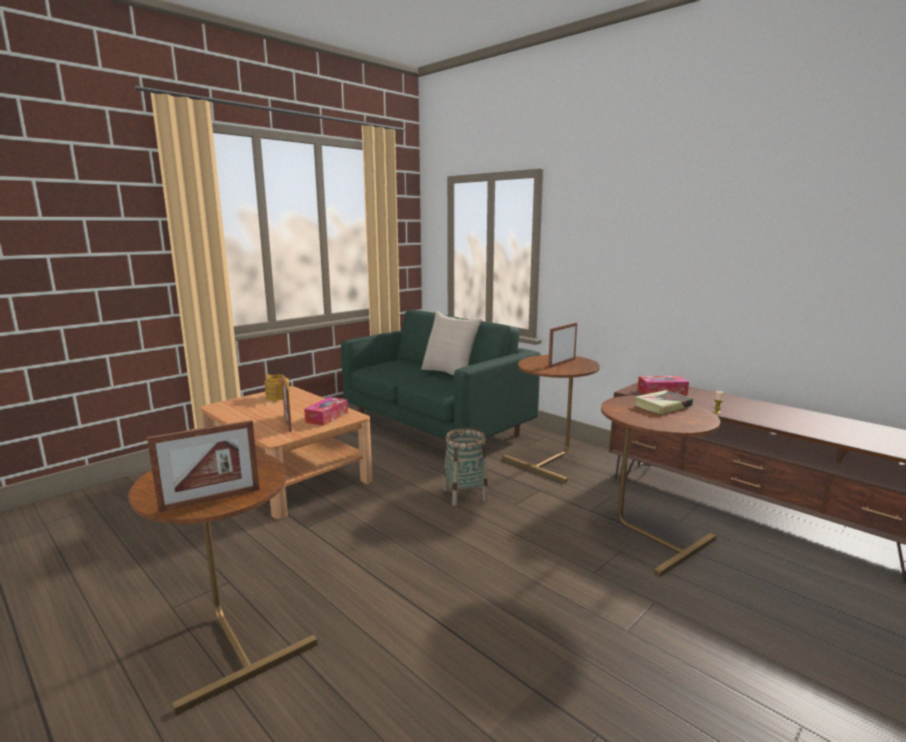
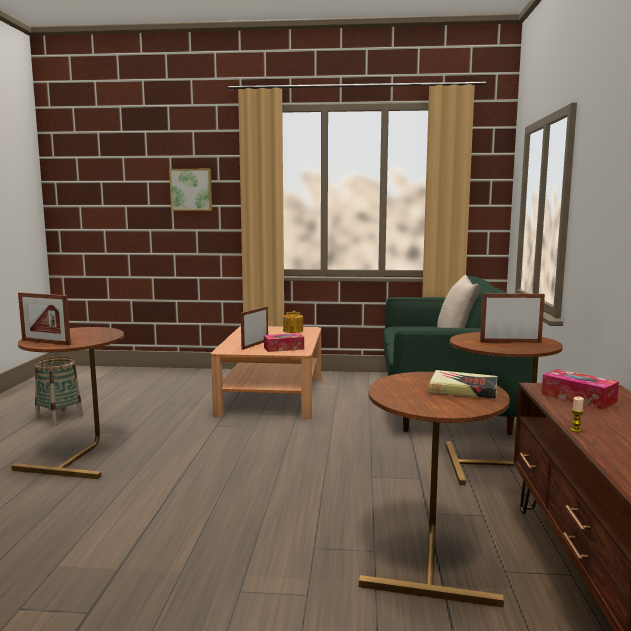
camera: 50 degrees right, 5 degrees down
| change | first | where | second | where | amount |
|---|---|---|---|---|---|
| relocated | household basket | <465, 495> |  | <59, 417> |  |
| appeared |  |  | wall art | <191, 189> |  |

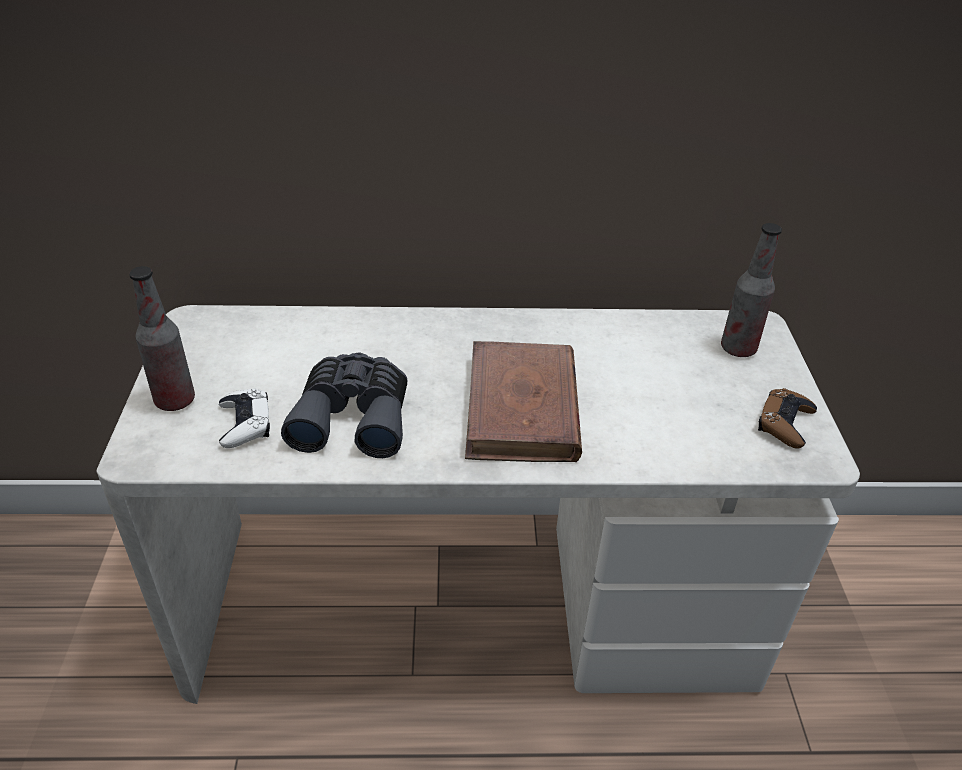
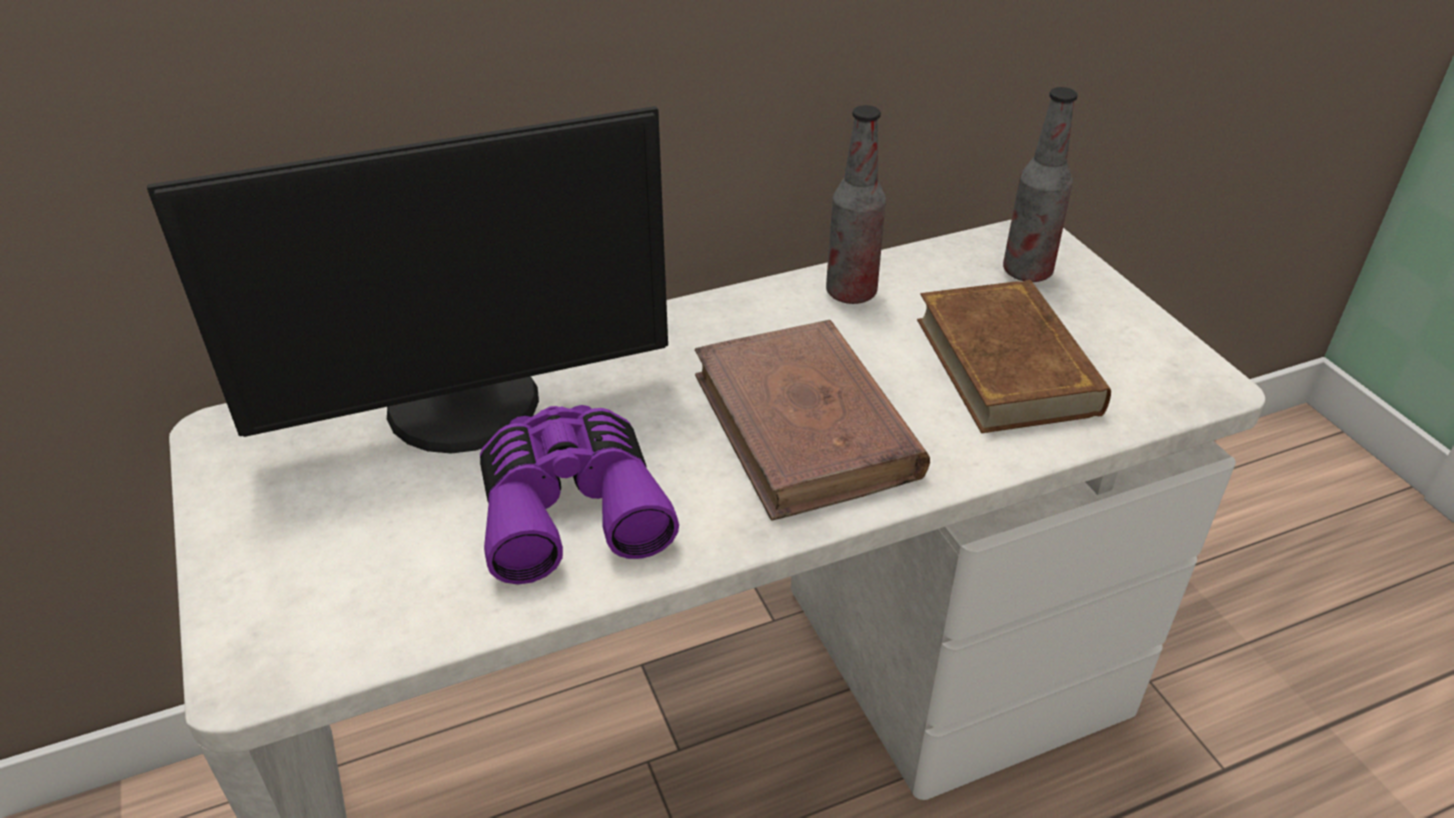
camera: 20 degrees left, 0 degrees up
| change | first | where | second | where | amount |
|---|---|---|---|---|---|
| relocated | beverage bottle | <175, 400> |  | <851, 293> |  |
| colour | greyish pair of binoculars | <353, 417> | purple-coloured pair of binoculars | <571, 507> |  |
| missing | white game controller | <245, 423> |  |  |  |
| missing | brown game controller | <785, 423> |  |  |  |
| appeared |  |  | monitor | <465, 408> |  |
| appeared |  |  | brown volume | <1007, 364> |  |

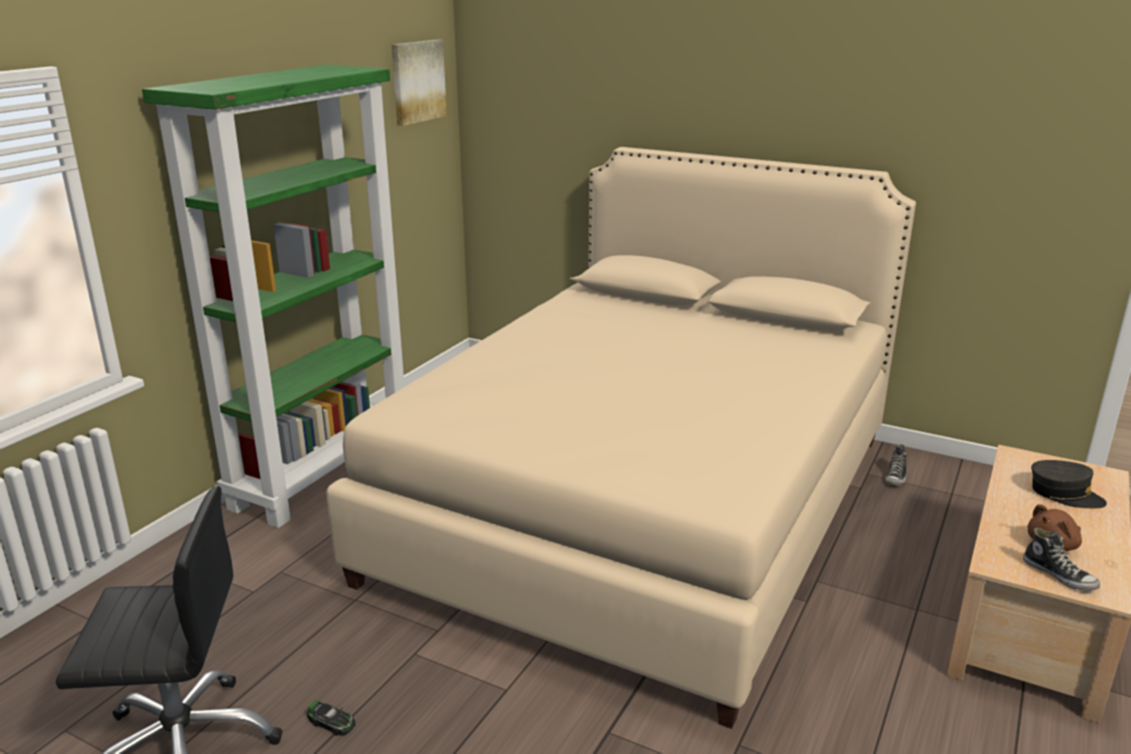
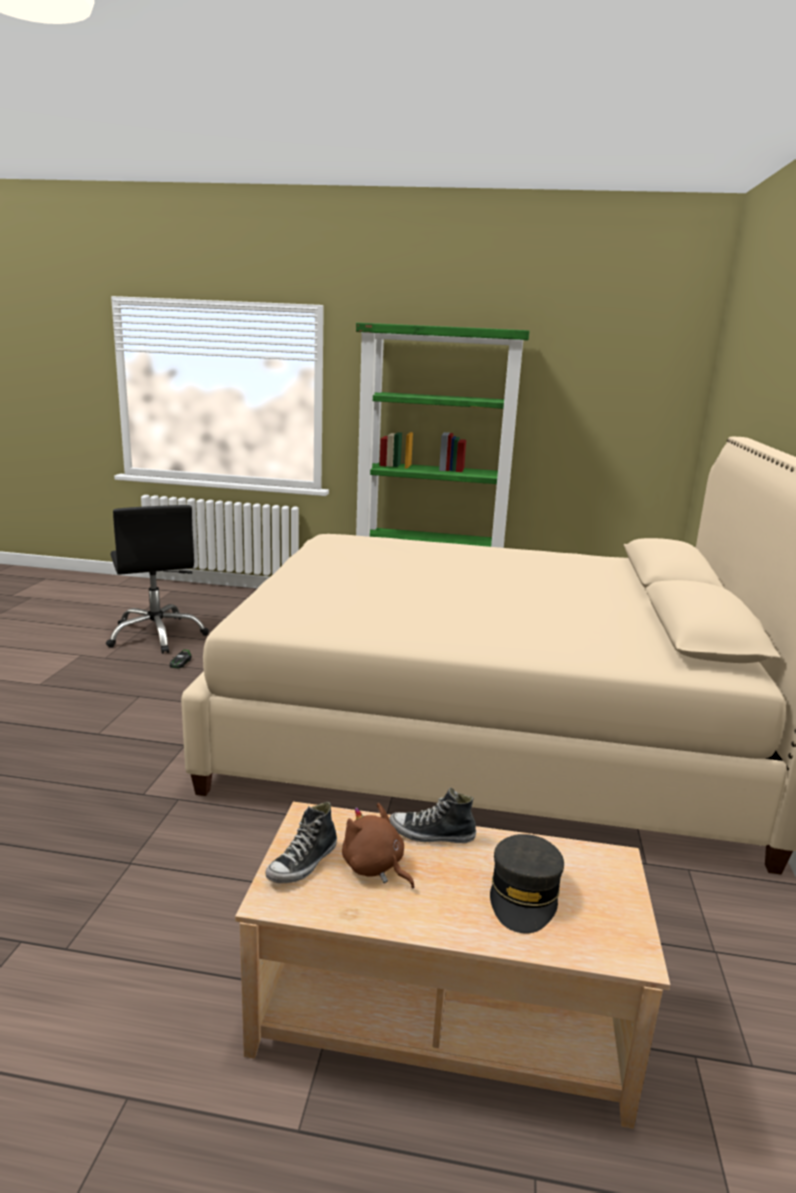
camera: 70 degrees right, 5 degrees down
| change | first | where | second | where | amount |
|---|---|---|---|---|---|
| missing | wall art | <417, 81> |  |  |  |
| relocated | low shoe | <896, 477> |  | <431, 834> |  |

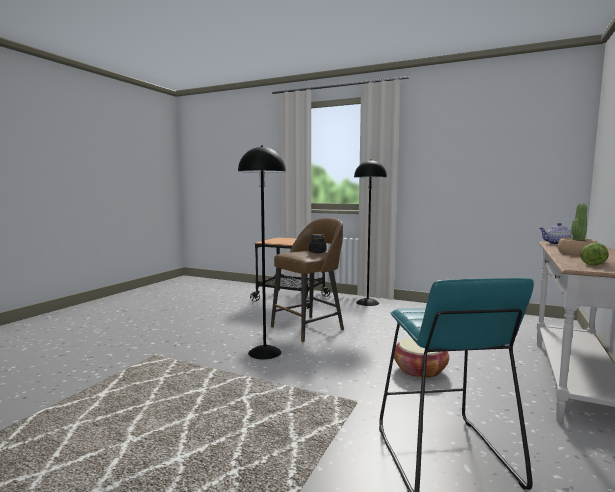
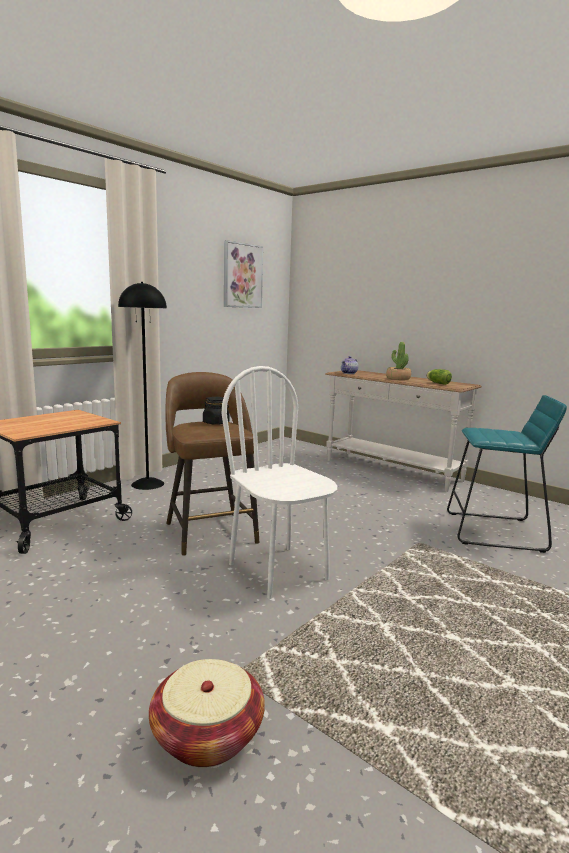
camera: 75 degrees left, 5 degrees up
| change | first | where | second | where | amount |
|---|---|---|---|---|---|
| exchanged | black standing lamp | <265, 352> | white chair | <279, 571> |  |
| relocated | household basket | <419, 370> |  | <207, 735> |  |
| appeared |  |  | wall art | <242, 276> |  |

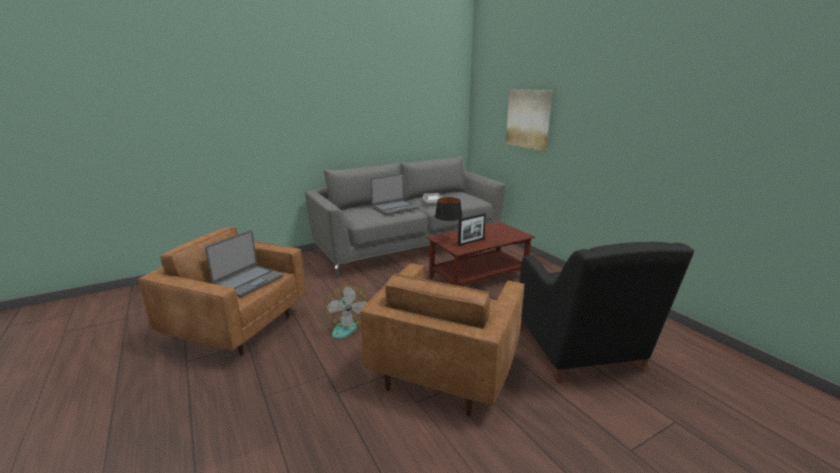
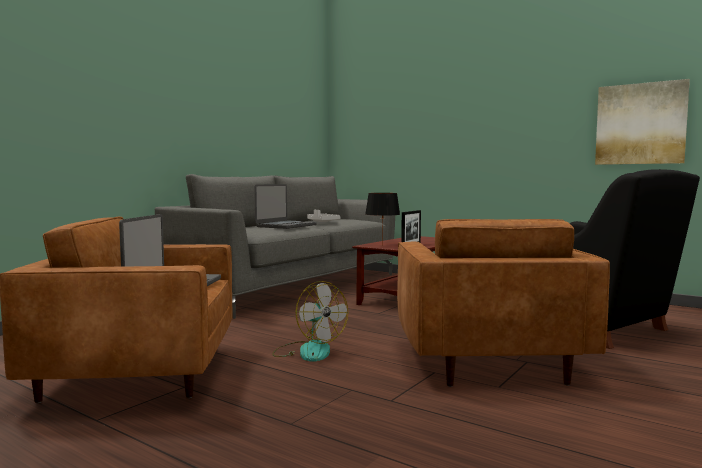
camera: 25 degrees left, 15 degrees down
| change | first | where | second | where | amount |
|---|---|---|---|---|---|
| relocated | wall art | <528, 119> |  | <640, 124> |  |

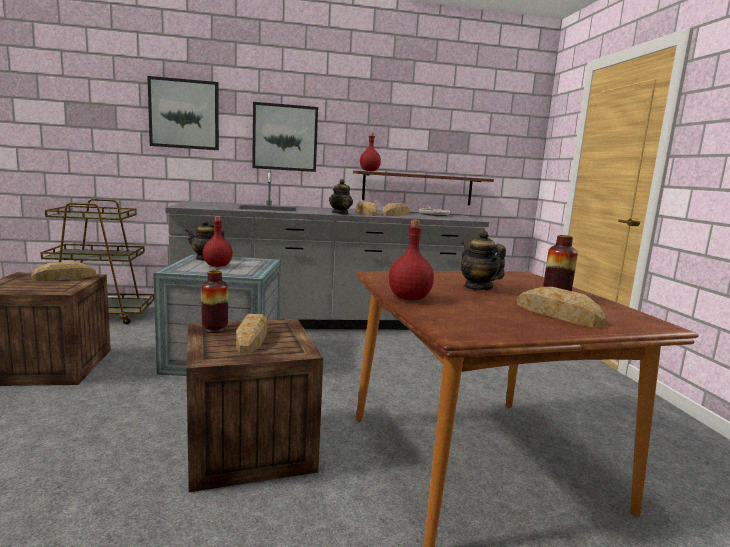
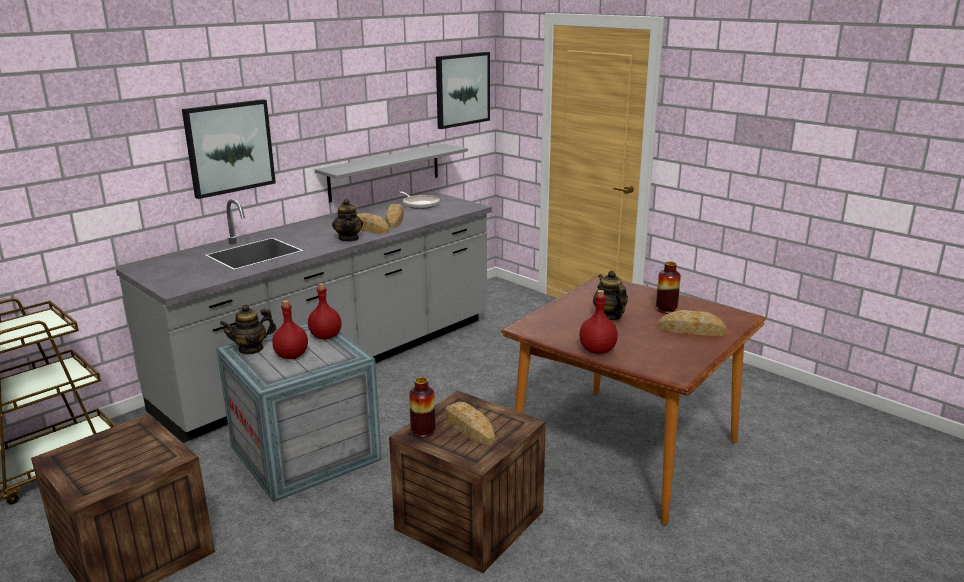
camera: 35 degrees left, 10 degrees up
| change | first | where | second | where | amount |
|---|---|---|---|---|---|
| relocated | wall art | <184, 114> |  | <462, 89> |  |
| relocated | red-coloured beverage bottle | <370, 171> |  | <326, 336> |  |
| colour | brown bracket shelf | <418, 188> | greyish bracket shelf | <385, 172> |  |
| spun | pot for tea | <478, 287> |  | <609, 316> | 45 degrees clockwise |
| missing | bread | <65, 277> |  |  |  |

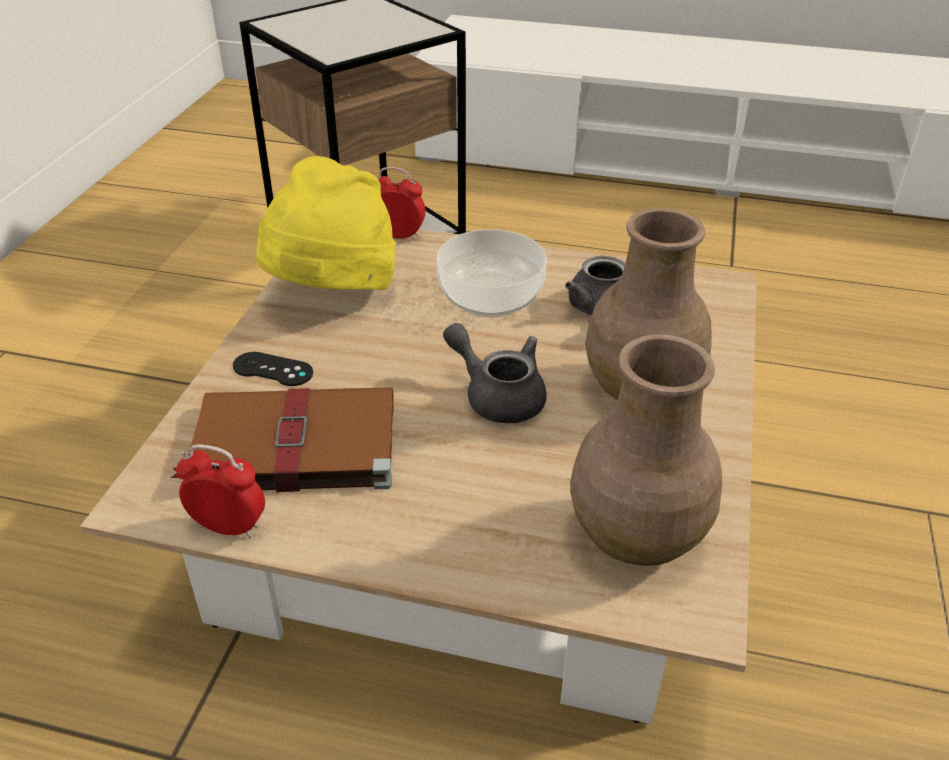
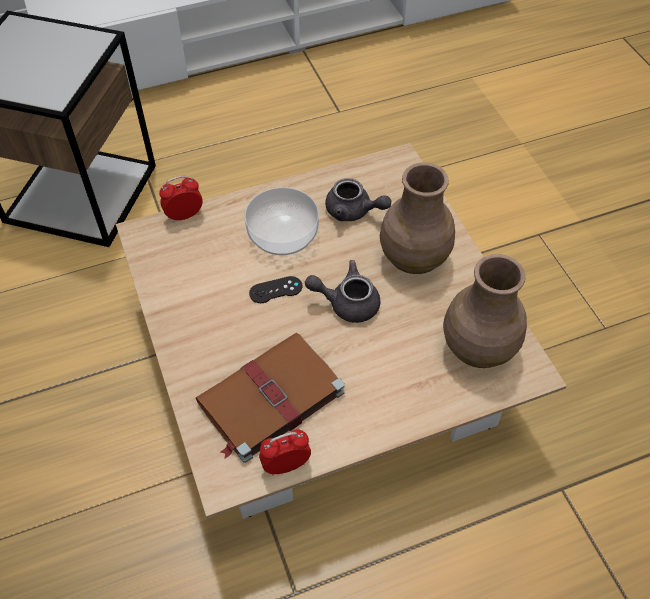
camera: 35 degrees left, 15 degrees up
| change | first | where | second | where | amount |
|---|---|---|---|---|---|
| missing | yellow wearable hat | <332, 293> |  |  |  |
| relocated | black game controller | <273, 369> |  | <275, 290> |  |

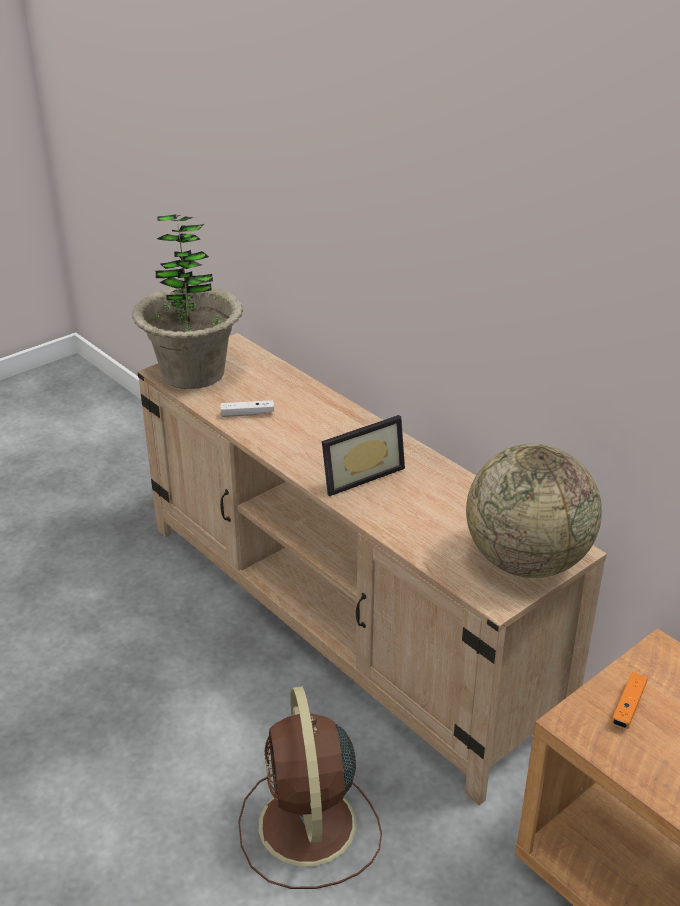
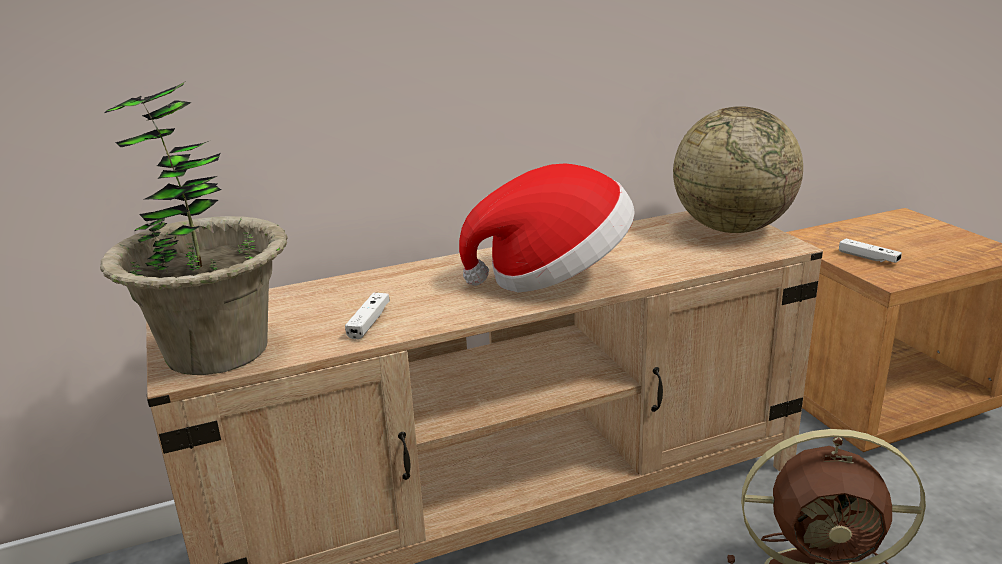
camera: 70 degrees left, 10 degrees down
| change | first | where | second | where | amount |
|---|---|---|---|---|---|
| exchanged | standing frame | <359, 474> | wearable hat | <553, 276> |  |
| colour | orange-coloured game controller | <628, 706> | white game controller | <868, 258> |  |

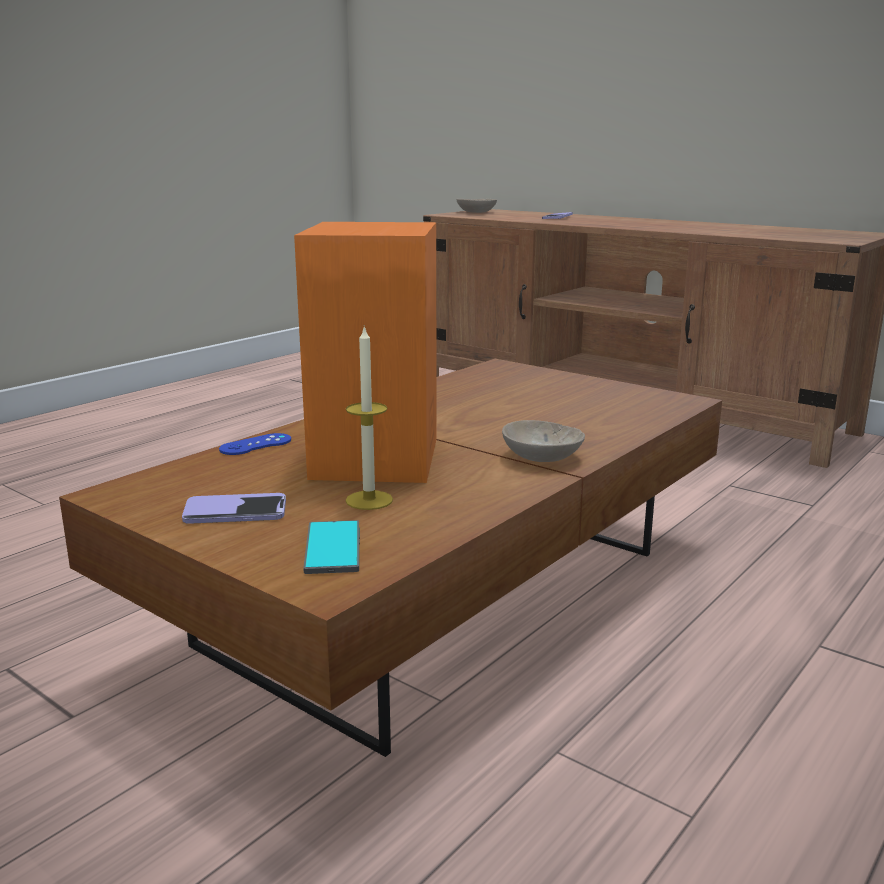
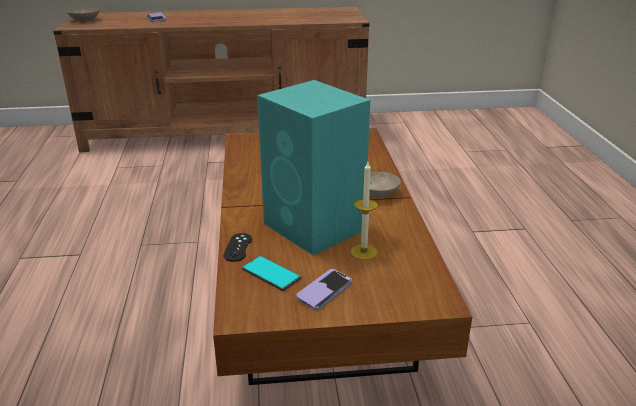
camera: 45 degrees left, 10 degrees up
| change | first | where | second | where | amount |
|---|---|---|---|---|---|
| colour | orange-coloured loudspeaker | <375, 459> | turquoise loudspeaker | <315, 228> |  |
| colour | bluish game controller | <255, 445> | black game controller | <238, 247> |  |
| relocated | telephone | <333, 548> |  | <271, 274> |  |

